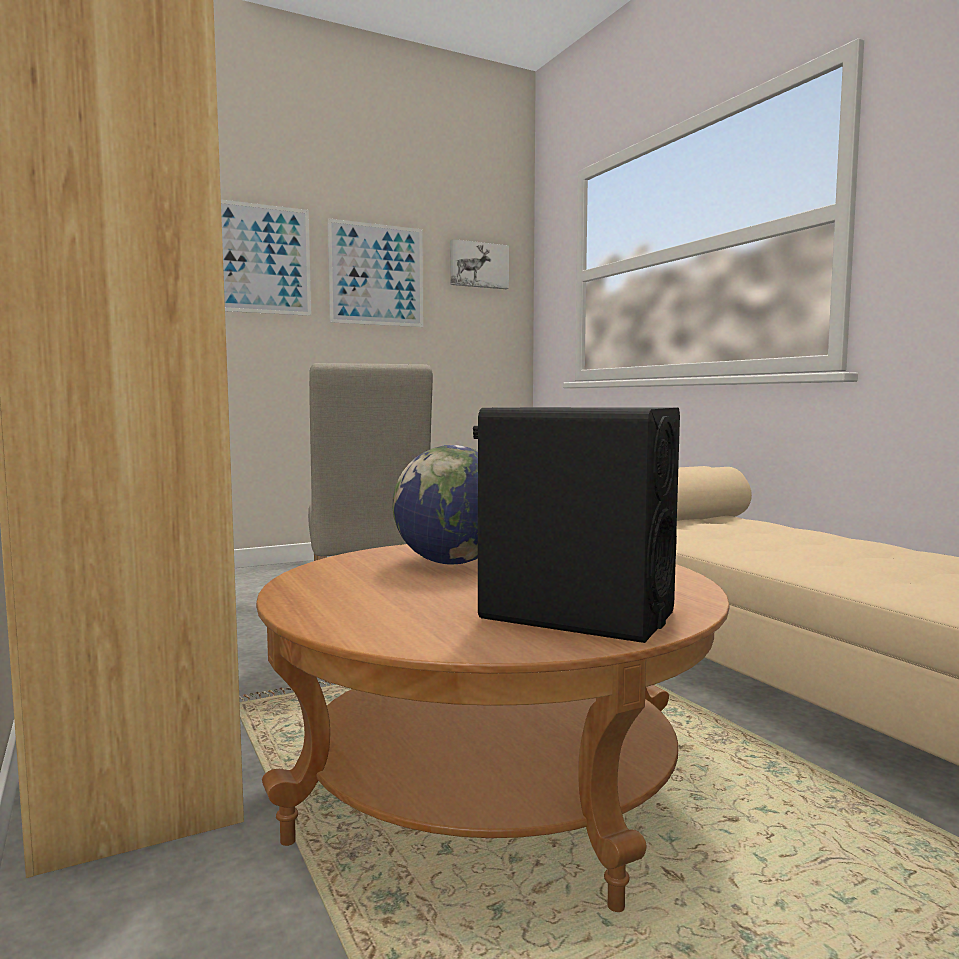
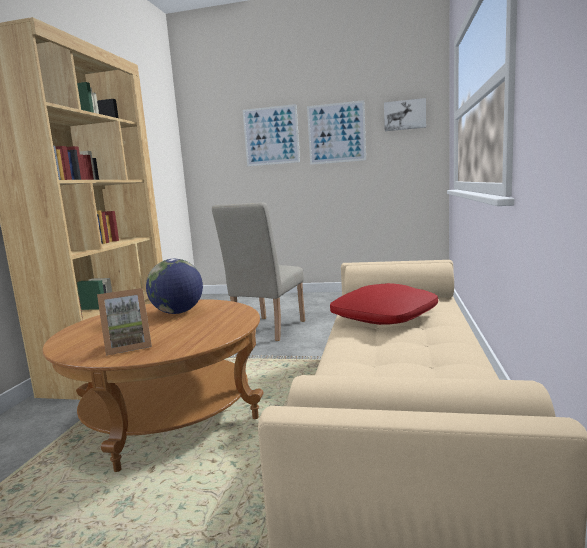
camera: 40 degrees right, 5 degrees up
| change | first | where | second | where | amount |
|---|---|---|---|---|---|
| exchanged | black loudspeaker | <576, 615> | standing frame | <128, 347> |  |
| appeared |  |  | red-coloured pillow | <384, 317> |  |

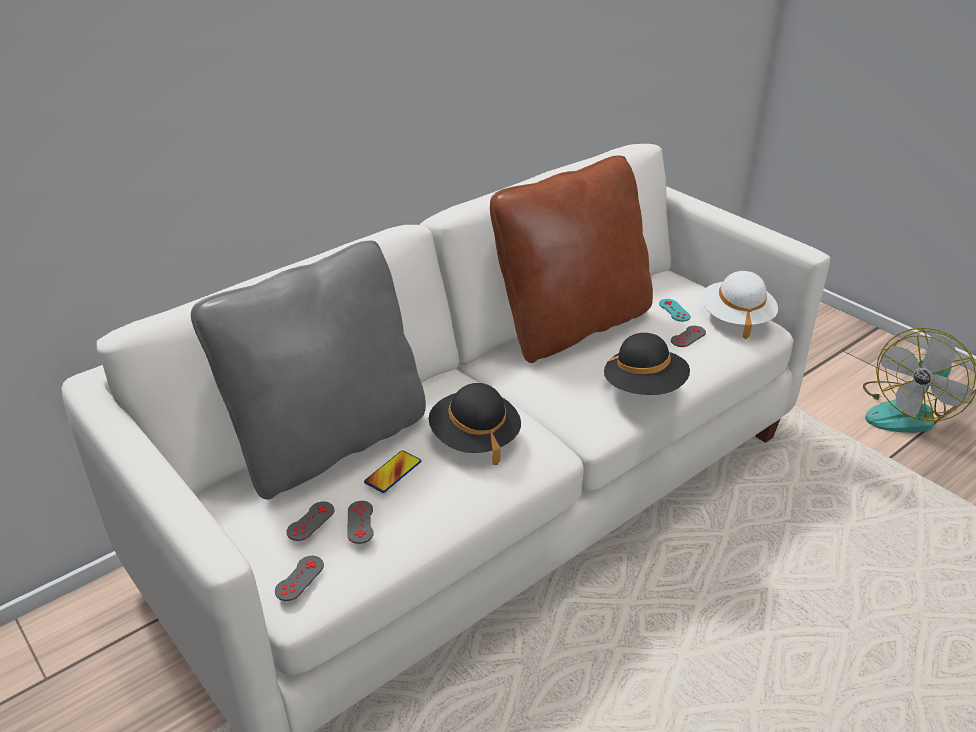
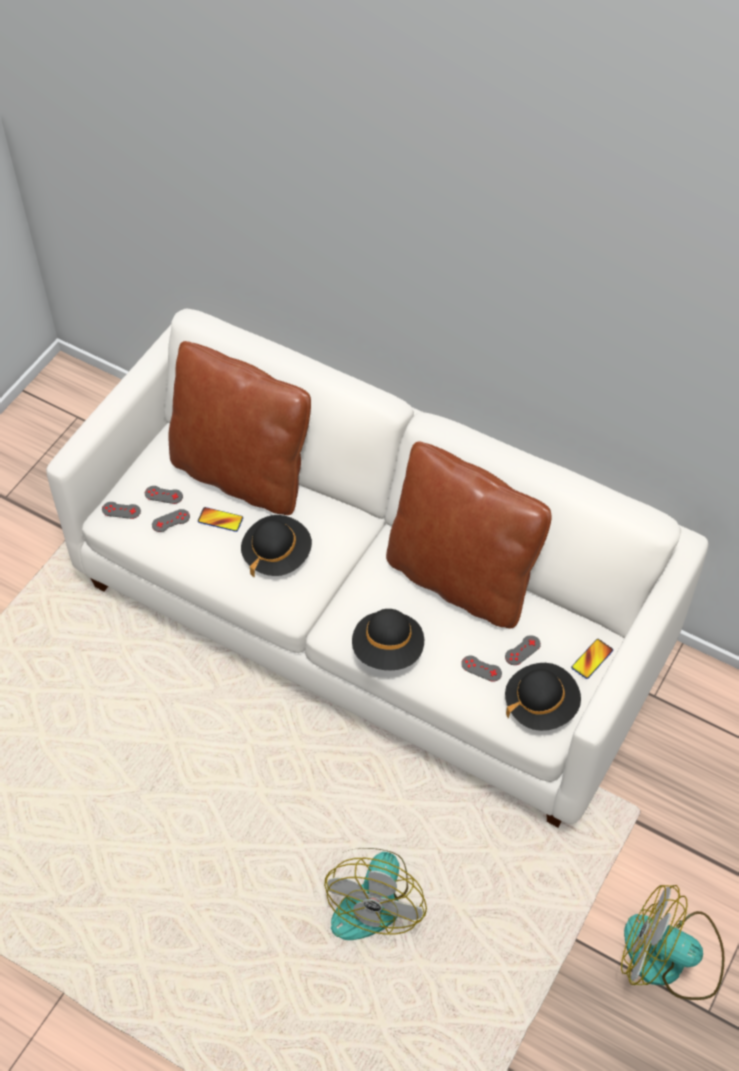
camera: 70 degrees right, 20 degrees up
| change | first | where | second | where | amount |
|---|---|---|---|---|---|
| colour | greyish pillow | <329, 442> | brown pillow | <242, 473> |  |
| colour | white wearable hat | <736, 318> | black wearable hat | <540, 705> |  |
| colour | turquoise game controller | <674, 310> | greyish game controller | <522, 650> |  |
| appeared |  |  | telephone | <592, 659> |  |
| appeared |  |  | fan | <371, 896> |  |

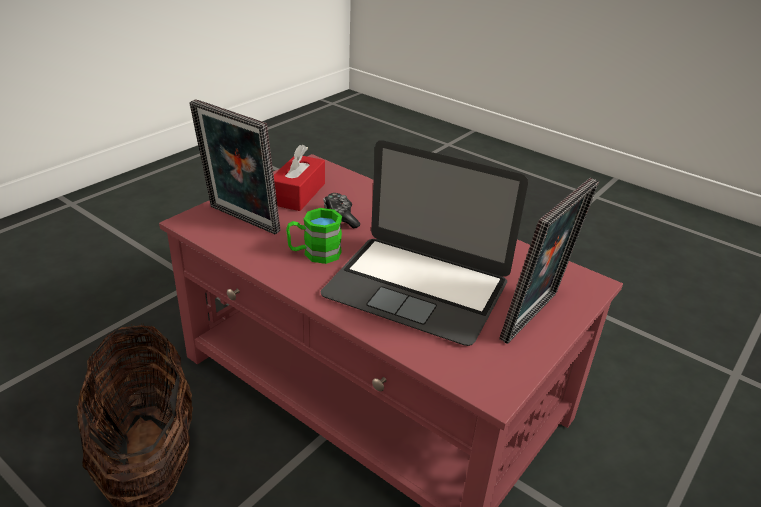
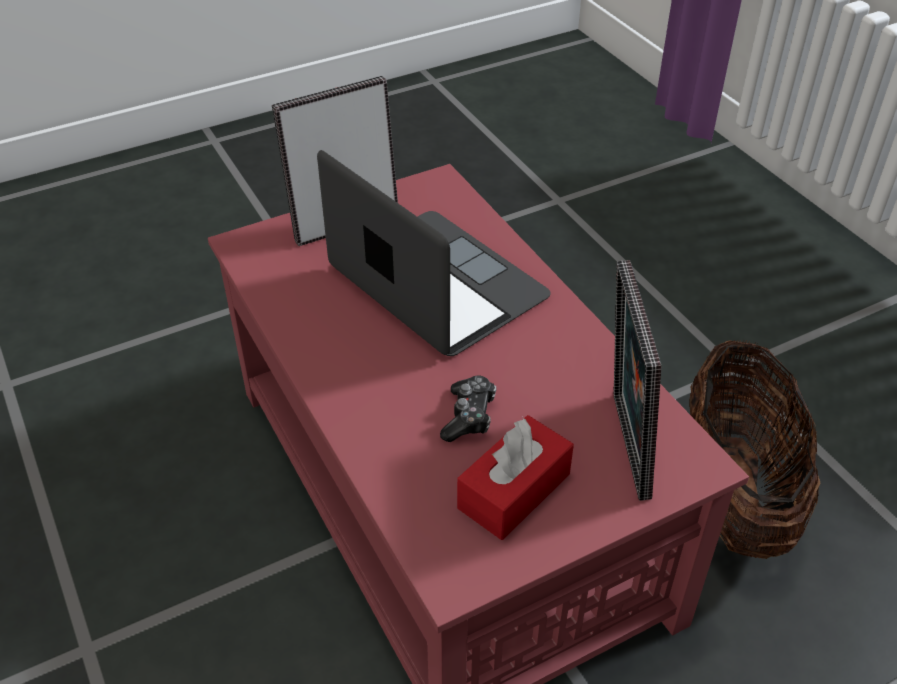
camera: 155 degrees left, 10 degrees up
| change | first | where | second | where | amount |
|---|---|---|---|---|---|
| spun | standing frame | <240, 221> |  | <622, 445> | 150 degrees counterclockwise |
| missing | green coffee mug | <314, 253> |  |  |  |

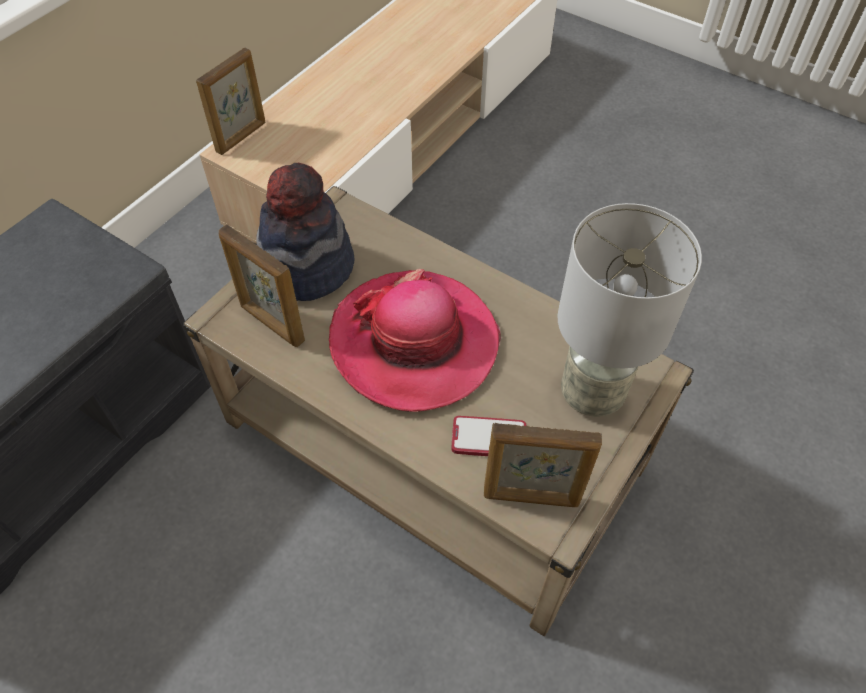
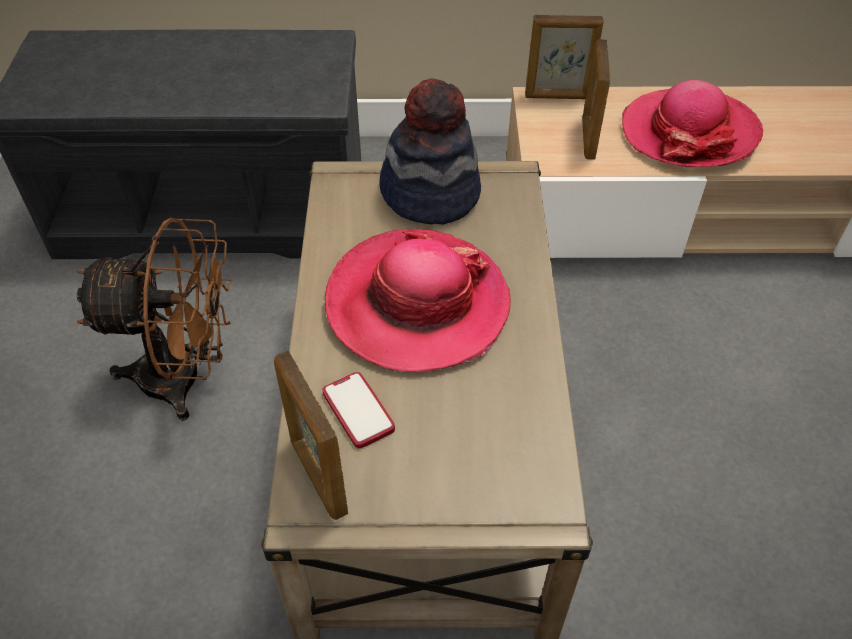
camera: 55 degrees right, 5 degrees down
| change | first | where | second | where | amount |
|---|---|---|---|---|---|
| missing | greyish lamp for a table | <592, 392> |  |  |  |
| relocated | standing frame | <272, 324> |  | <588, 138> |  |
| appeared |  |  | wearable hat | <689, 132> |  |
| appeared |  |  | brown fan | <187, 378> |  |

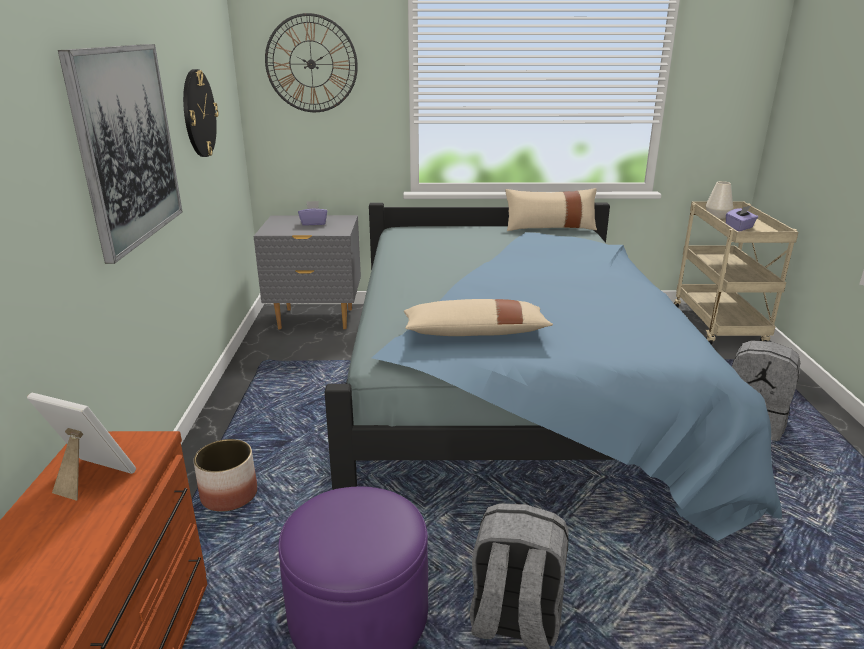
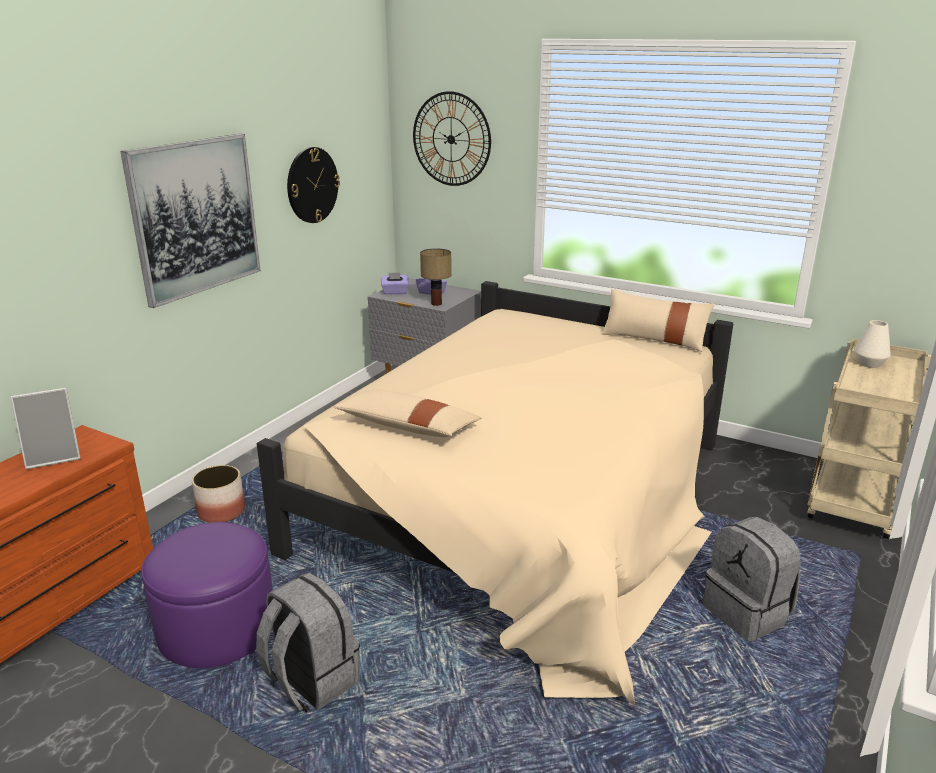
camera: 30 degrees right, 0 degrees up
| change | first | where | second | where | amount |
|---|---|---|---|---|---|
| colour | bluish bed | <514, 394> | beige bed | <526, 504> |  |
| relocated | purple-coloured tissue box | <739, 228> |  | <395, 292> |  |
| spun | standing frame | <89, 478> |  | <54, 456> | 105 degrees clockwise |
| appeared |  |  | lamp for a table | <436, 304> |  |

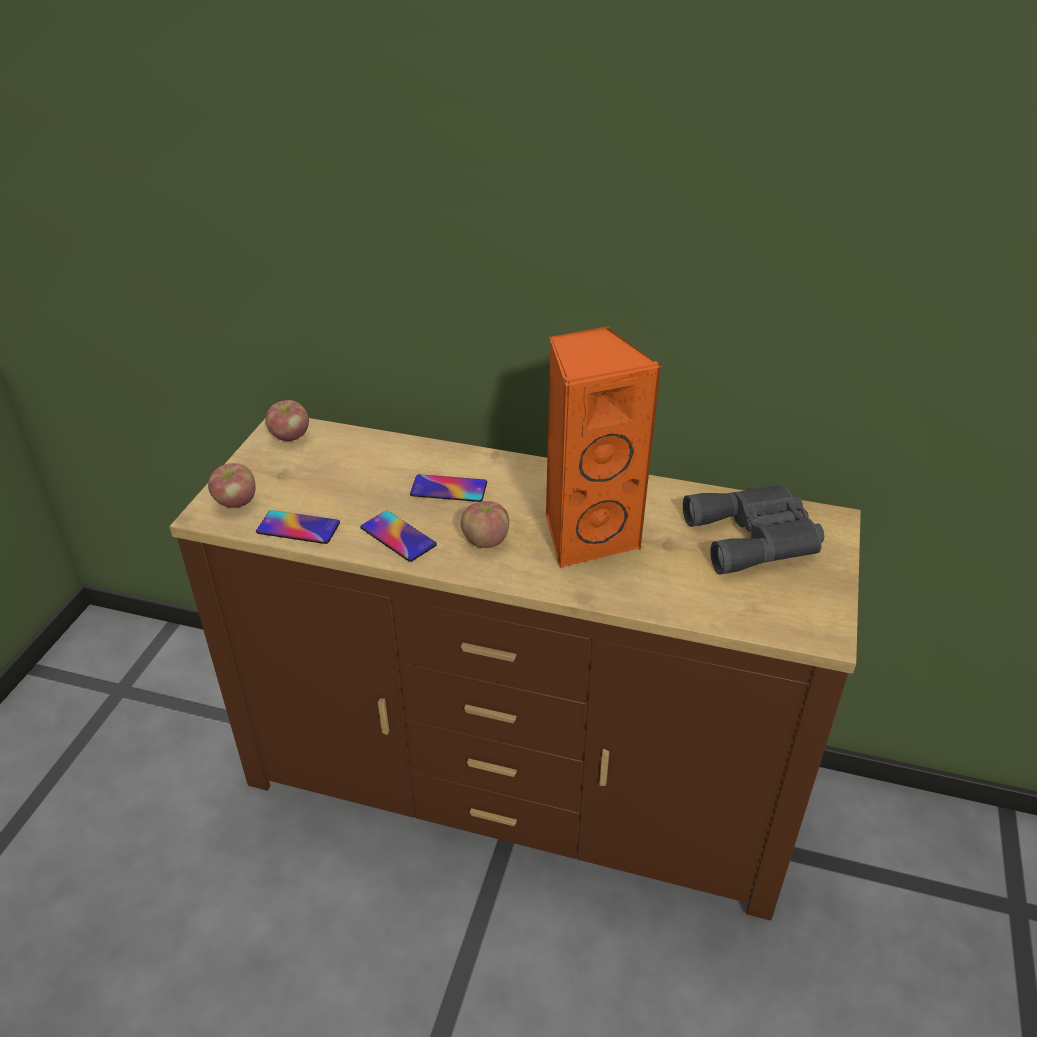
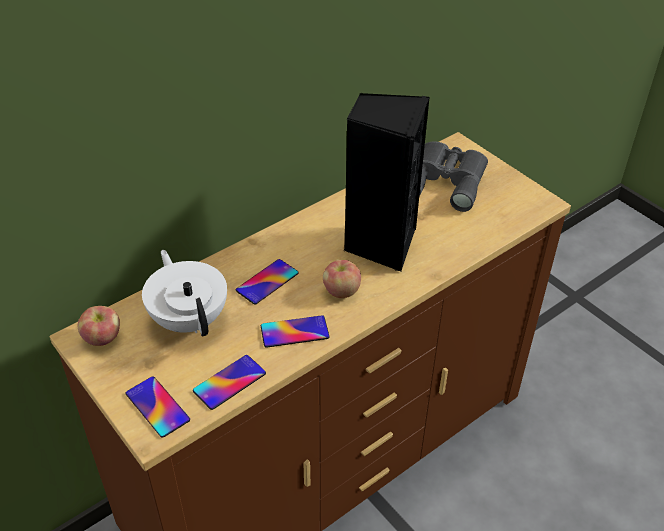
camera: 55 degrees left, 5 degrees up
| change | first | where | second | where | amount |
|---|---|---|---|---|---|
| colour | orange-coloured loudspeaker | <587, 534> | black loudspeaker | <380, 243> |  |
| exchanged | apple | <236, 502> | telephone | <157, 407> |  |
| appeared |  |  | white pot for tea | <189, 318> |  |

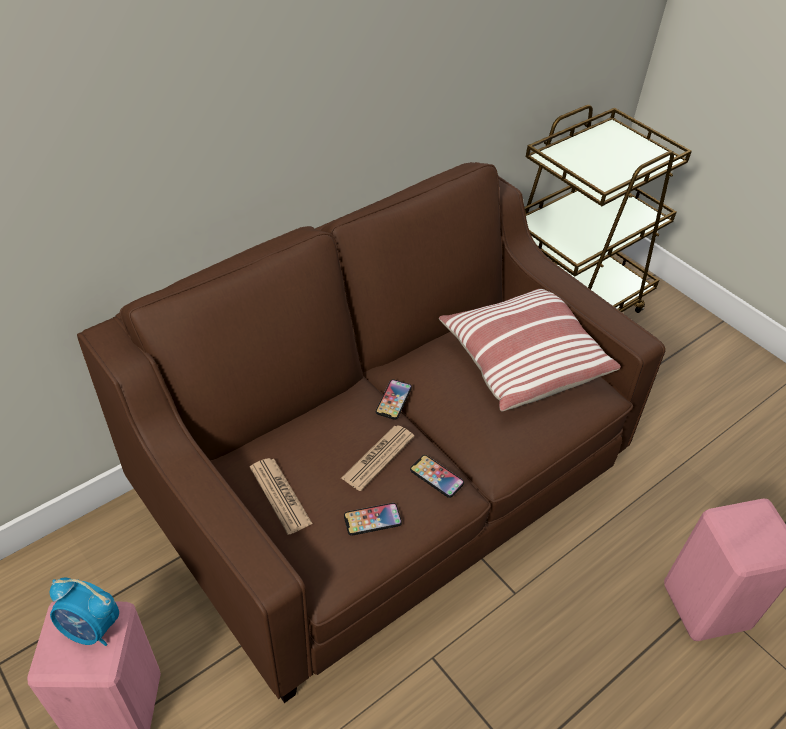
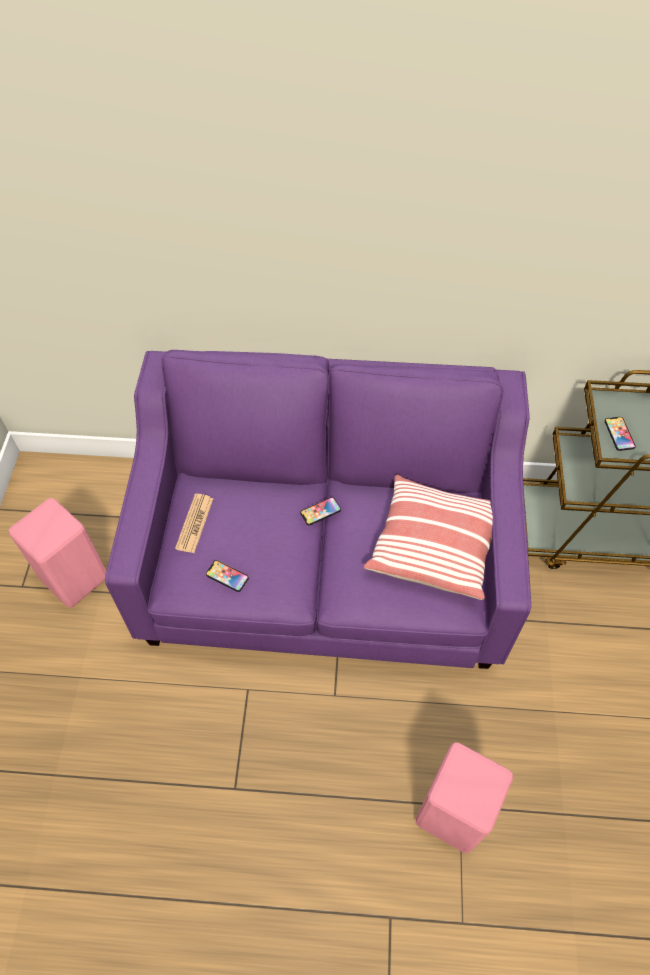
camera: 45 degrees right, 10 degrees up
| change | first | where | second | where | amount |
|---|---|---|---|---|---|
| colour | brown settee | <384, 484> | purple-coloured settee | <326, 564> |  |
| missing | daily paper | <378, 457> |  |  |  |
| relocated | telephone | <436, 477> |  | <619, 434> |  |
| missing | alarm clock | <91, 628> |  |  |  |

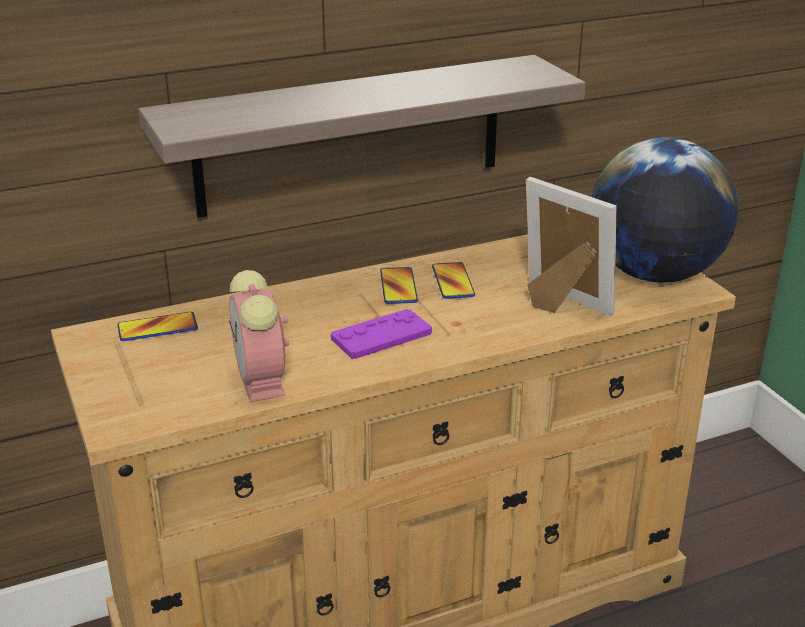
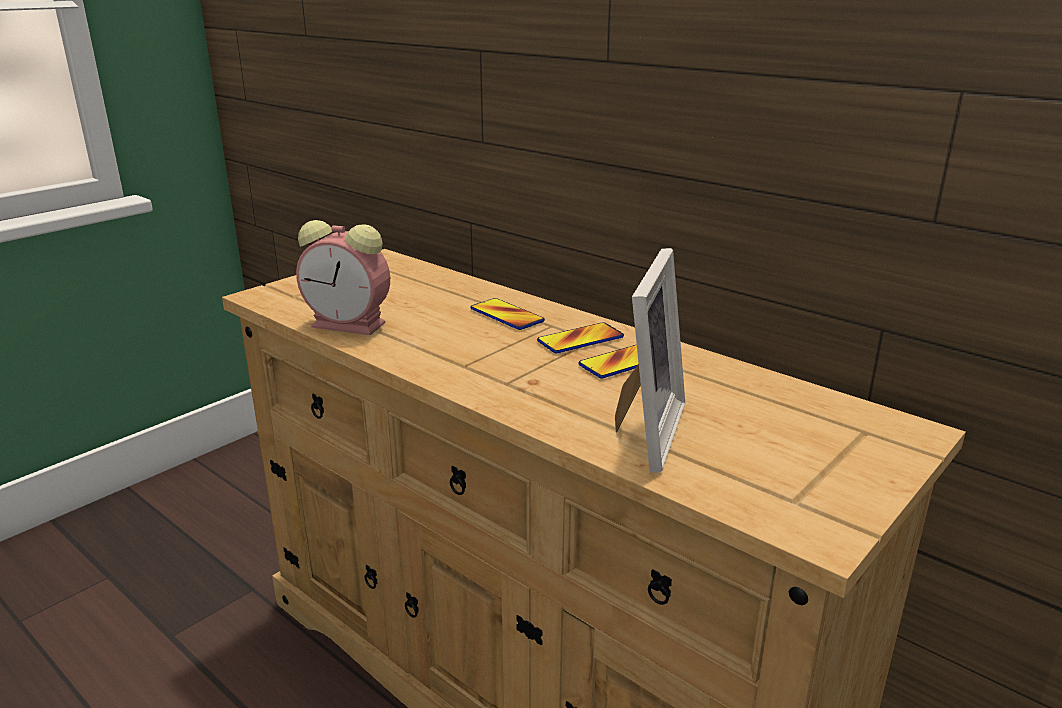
camera: 65 degrees right, 5 degrees down
| change | first | where | second | where | amount |
|---|---|---|---|---|---|
| missing | bracket shelf | <351, 135> |  |  |  |
| missing | desk globe | <654, 274> |  |  |  |
| spun | alarm clock | <262, 382> |  | <351, 325> | 120 degrees counterclockwise |
| missing | purple-coloured game controller | <381, 336> |  |  |  |
| relocated | telephone | <157, 328> |  | <507, 315> |  |

